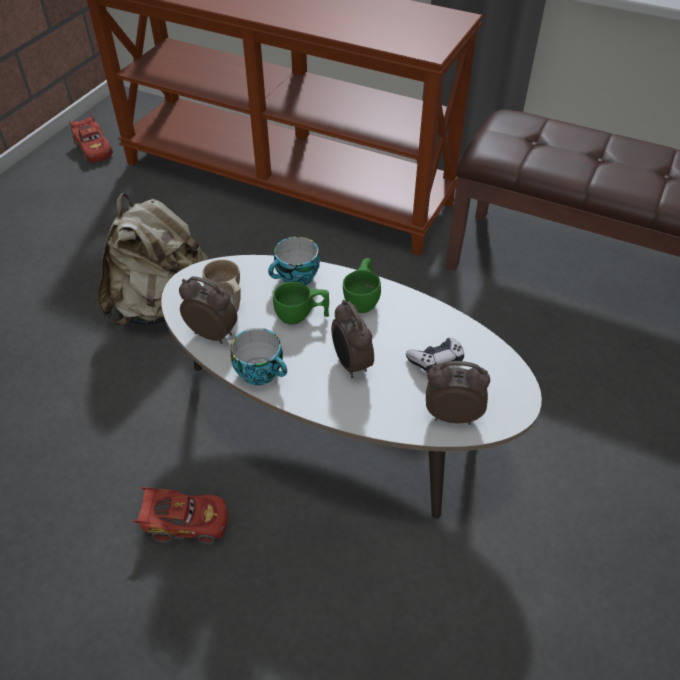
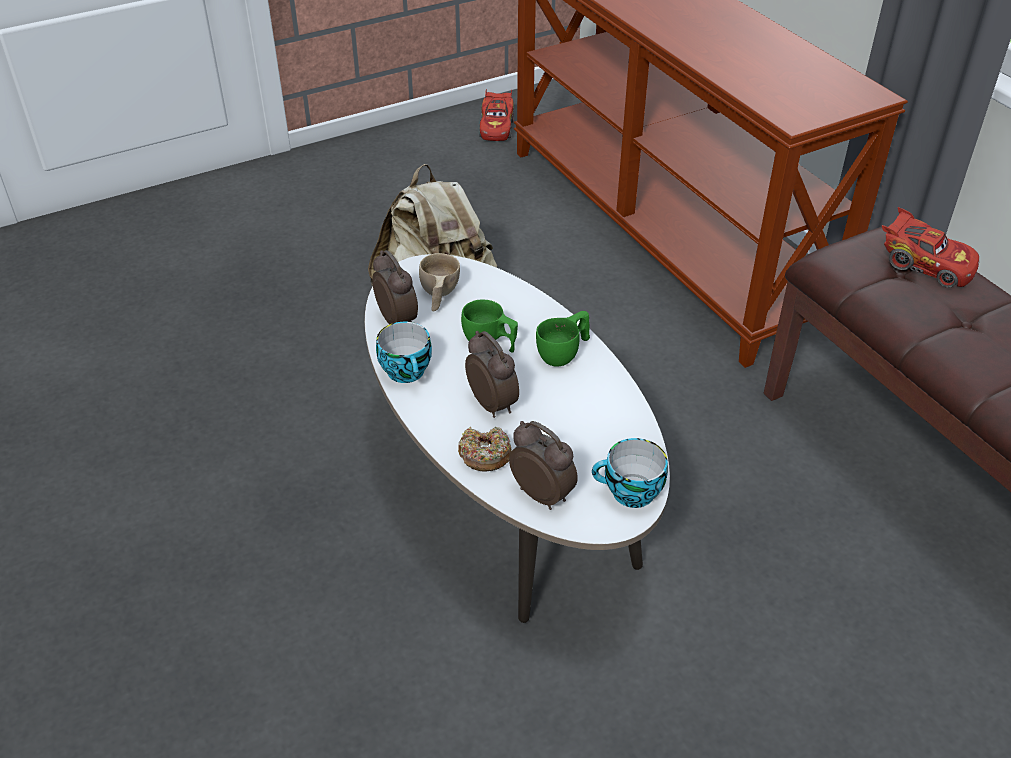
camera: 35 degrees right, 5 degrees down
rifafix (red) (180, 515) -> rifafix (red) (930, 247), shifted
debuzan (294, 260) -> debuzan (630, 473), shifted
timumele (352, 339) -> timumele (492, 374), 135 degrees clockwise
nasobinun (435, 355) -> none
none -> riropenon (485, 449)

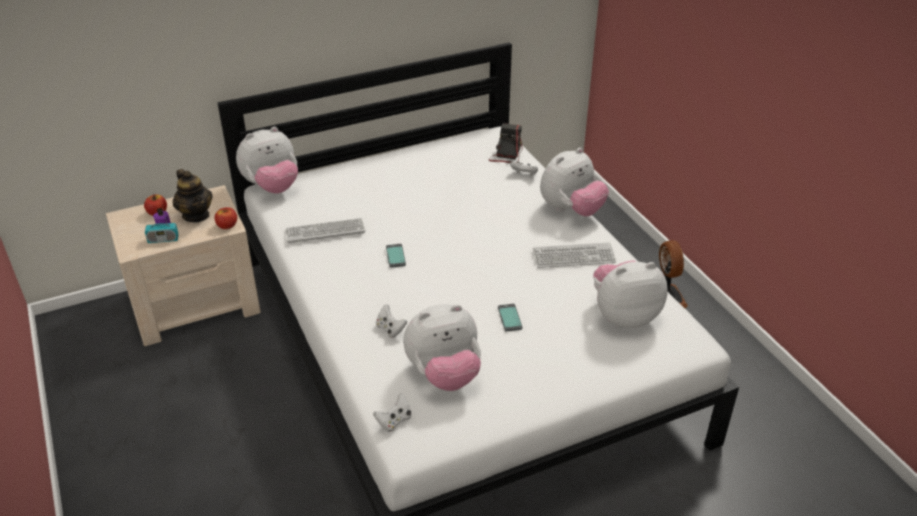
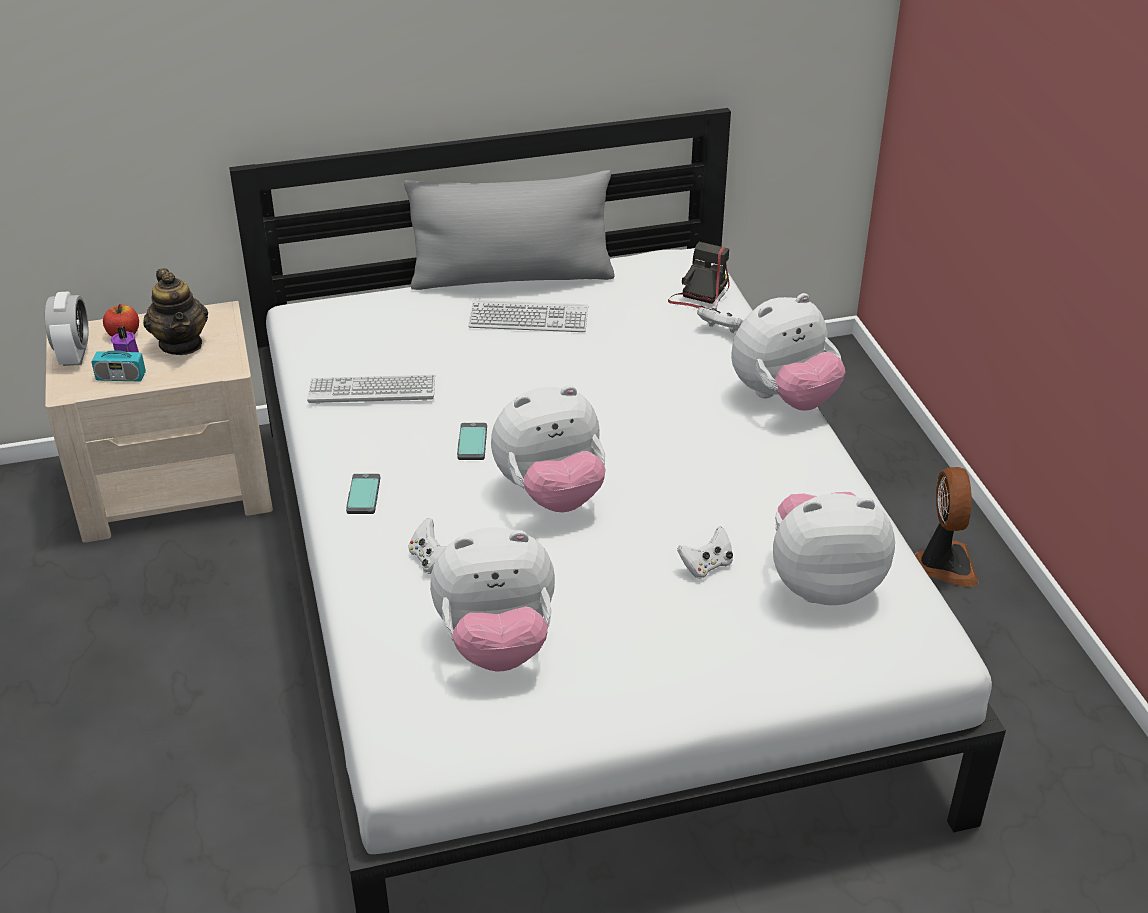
camera: 10 degrees right, 0 degrees up
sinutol (226, 218) -> none
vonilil (267, 160) -> vonilil (548, 448), shifted
nasobinun (white) (392, 412) -> nasobinun (white) (705, 552), shifted
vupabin (510, 317) -> vupabin (363, 494), shifted
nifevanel (574, 255) -> nifevanel (528, 316), shifted
none -> timumele (66, 328)
none -> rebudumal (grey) (509, 230)

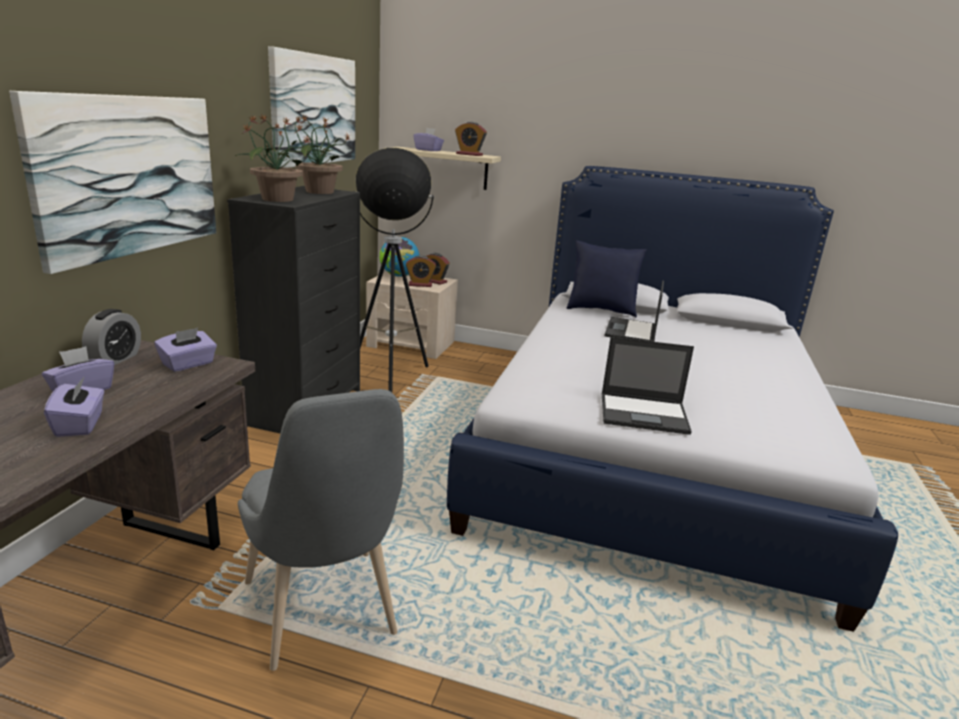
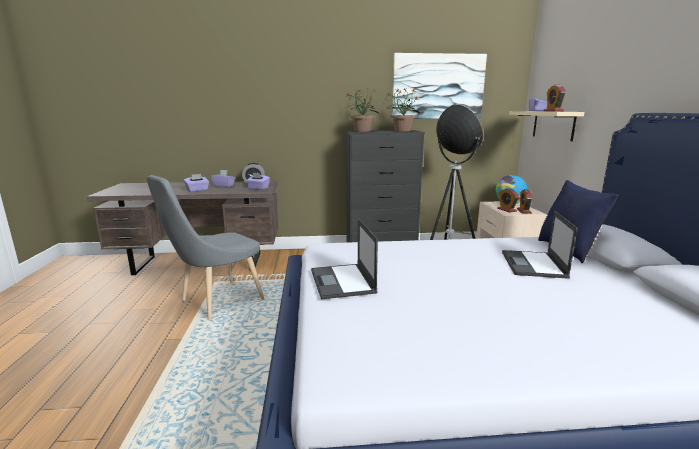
camera: 70 degrees right, 5 degrees down
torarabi (112, 182) -> none
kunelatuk (634, 311) -> kunelatuk (540, 245), 75 degrees counterclockwise

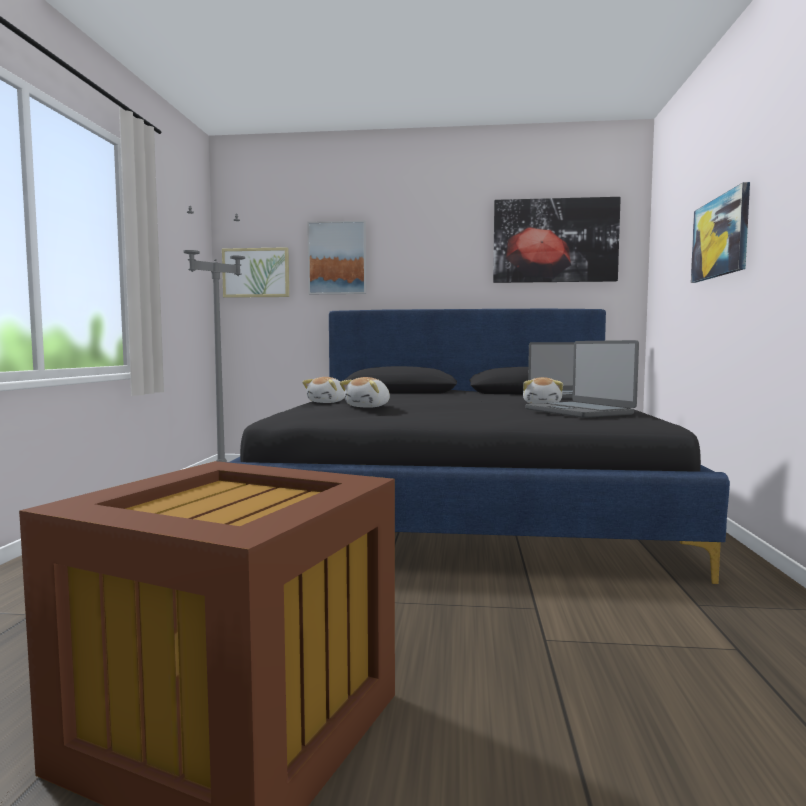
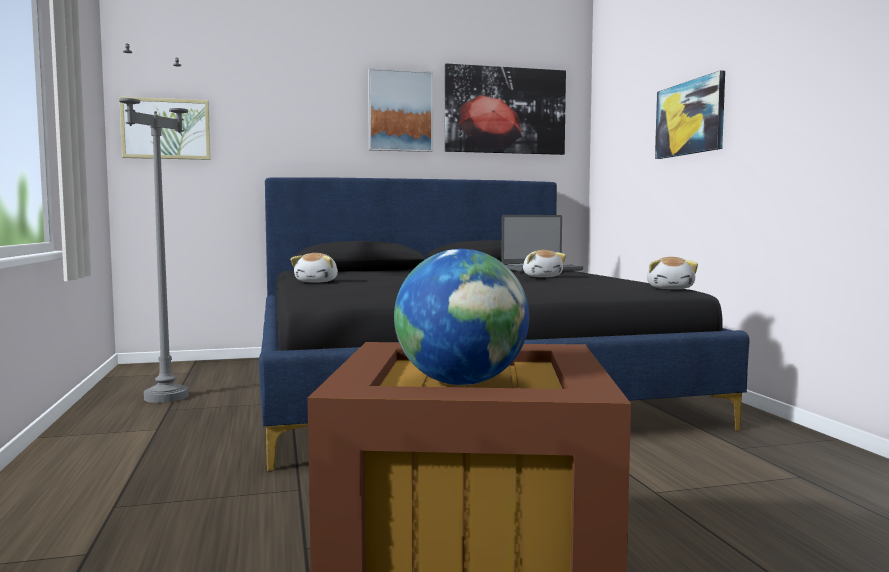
camera: 20 degrees left, 0 degrees up
torarabi (336, 257) -> torarabi (400, 110), shifted
vonilil (365, 392) -> vonilil (672, 273), shifted
kunelatuk (582, 379) -> none
none -> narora (461, 317)

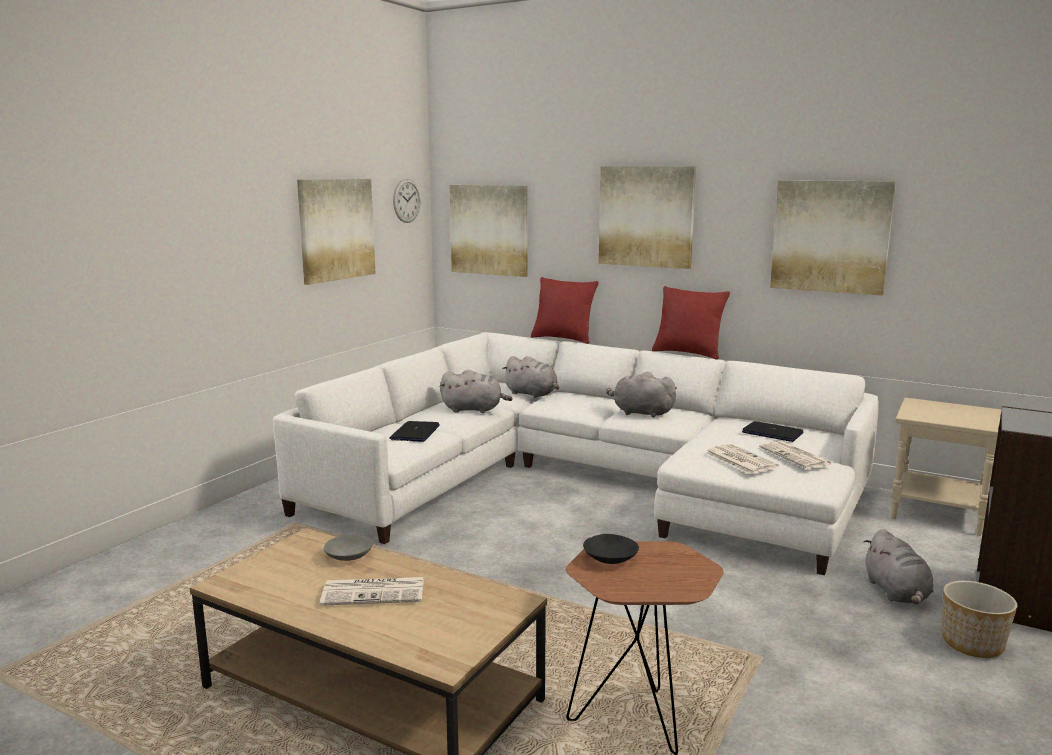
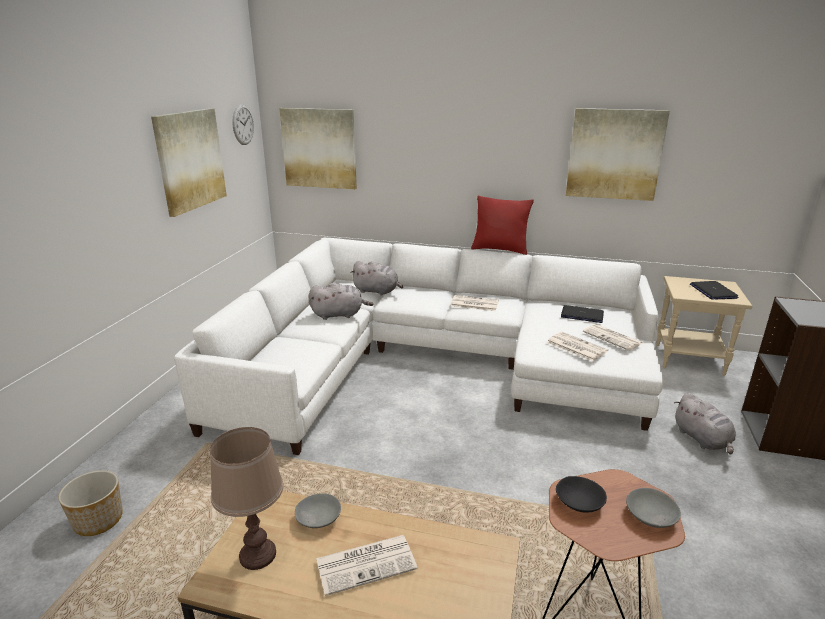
camera: 15 degrees left, 10 degrees up
kunelatuk (414, 431) -> kunelatuk (714, 290), shifted
rebudumal (red) (565, 310) -> none
torarabi (647, 217) -> none
vonilil (grey) (641, 395) -> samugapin (474, 303)
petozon (979, 619) -> petozon (90, 503), shifted
none -> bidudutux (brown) (247, 498)
none -> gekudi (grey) (653, 508)

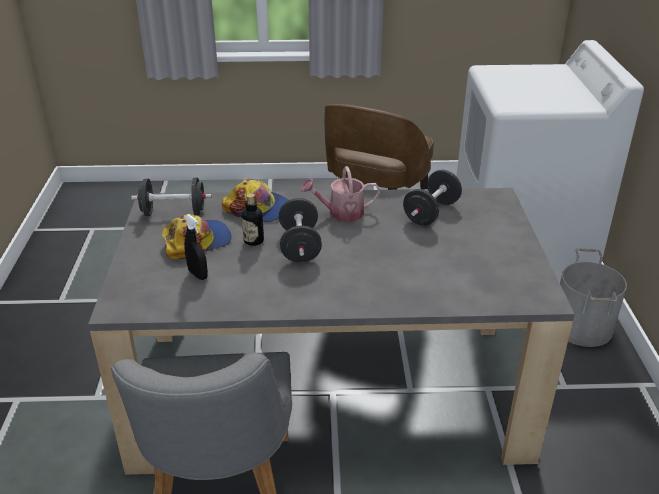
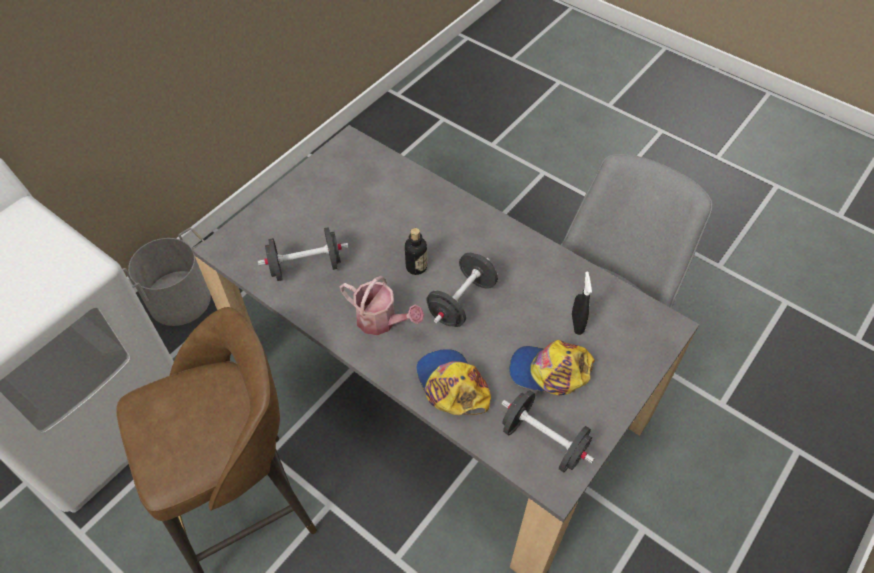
camera: 140 degrees left, 20 degrees up
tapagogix (253, 219) -> tapagogix (416, 251), shifted

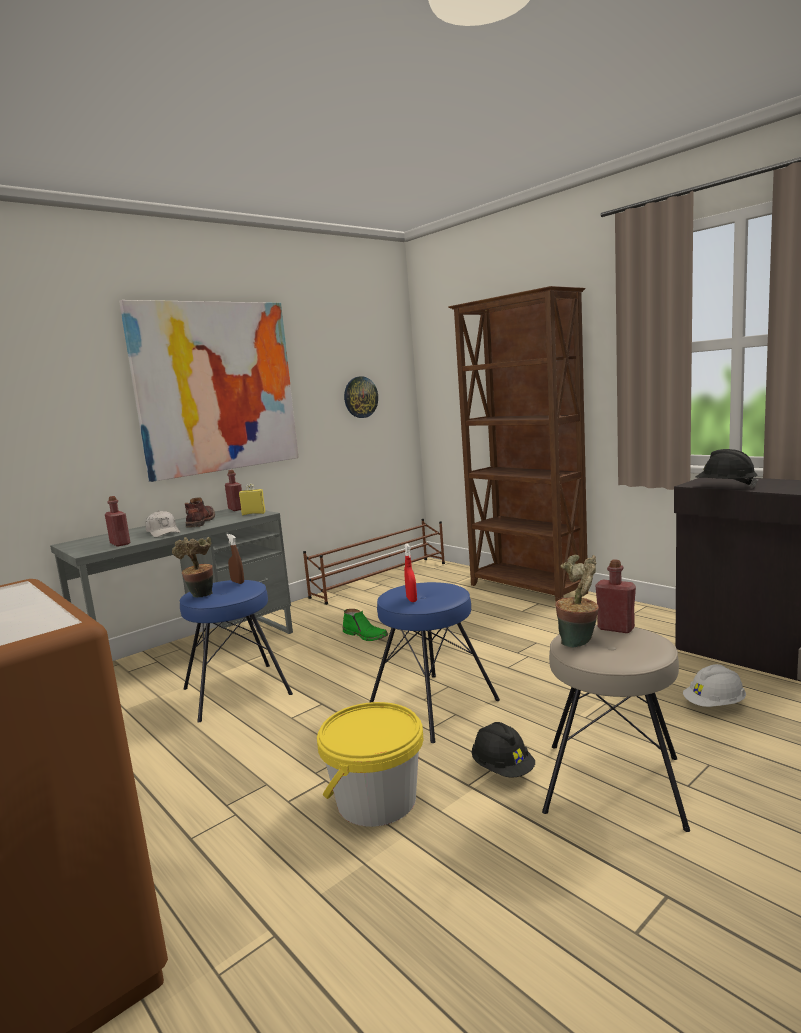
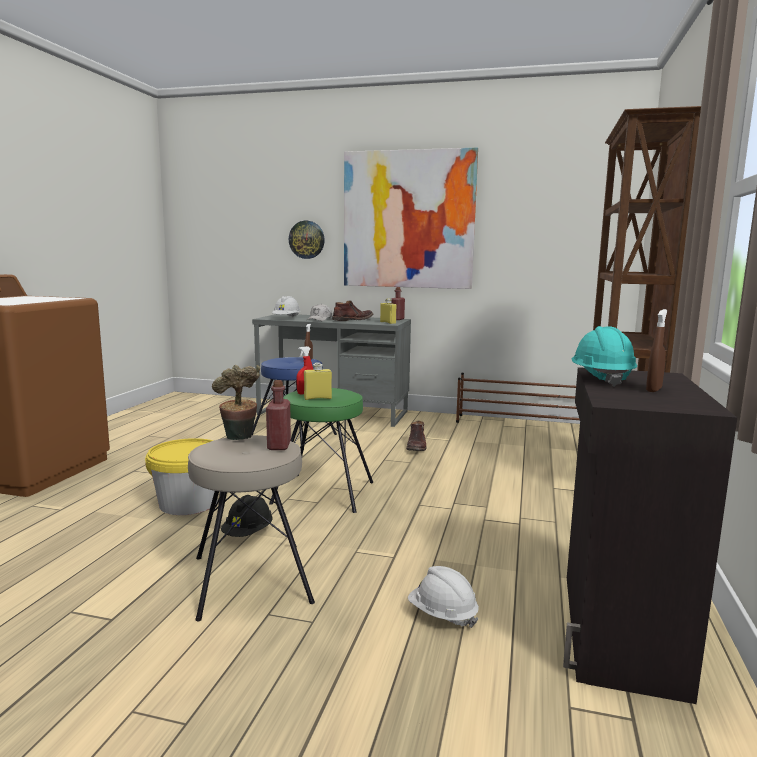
camera: 55 degrees right, 0 degrees up
tapagogix (red) (117, 521) -> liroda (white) (286, 307)
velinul (192, 567) -> none
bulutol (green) (365, 625) -> bulutol (brown) (416, 436)
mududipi (361, 397) -> mududipi (307, 240), shifted
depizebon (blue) (434, 662) -> depizebon (green) (321, 450)
liroda (black) (727, 468) -> liroda (turquoise) (604, 356)
none -> tapagogix (yellow) (318, 381)
none -> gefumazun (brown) (656, 350)

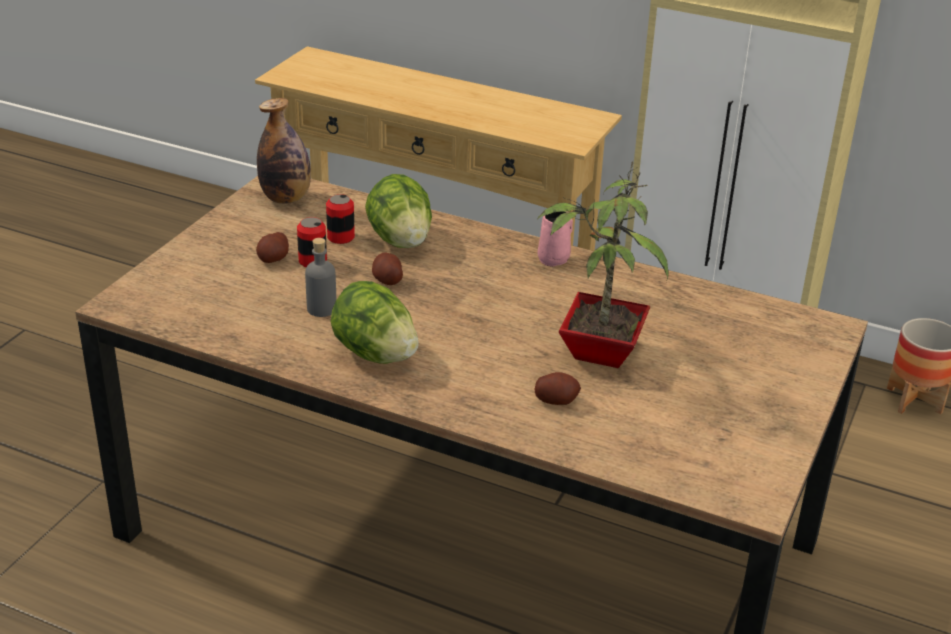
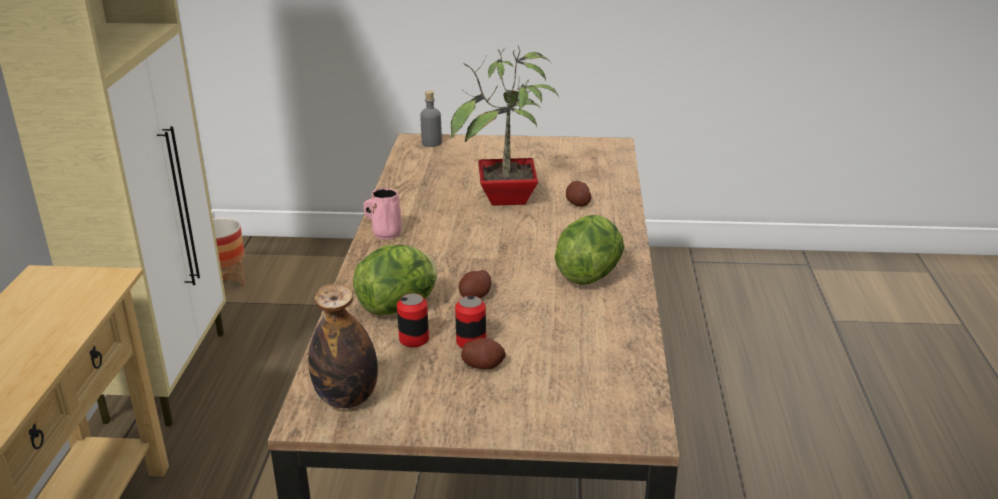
camera: 110 degrees left, 5 degrees down
tapagogix (grey) (320, 277) -> tapagogix (grey) (431, 119), shifted

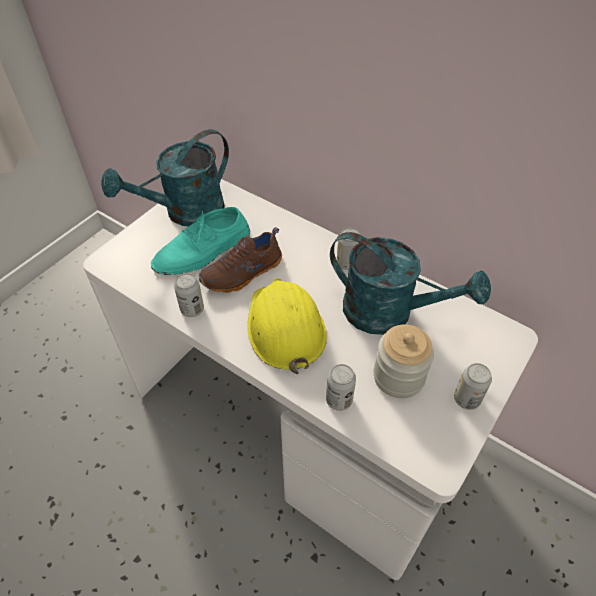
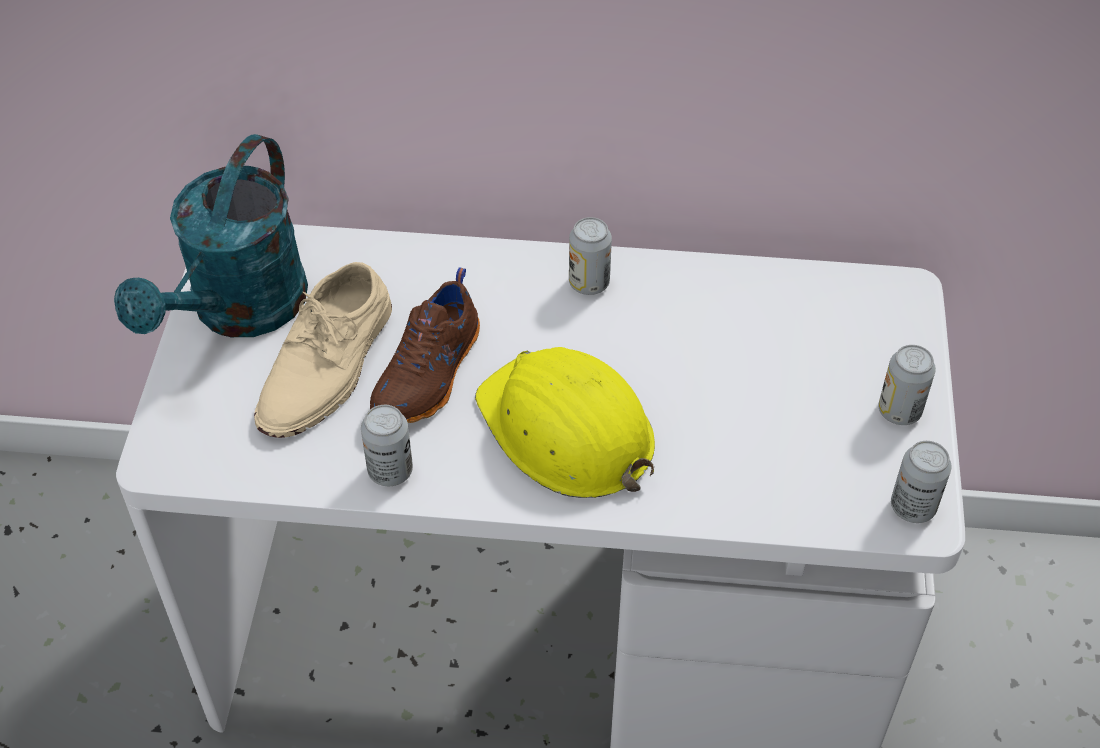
camera: 30 degrees left, 0 degrees up
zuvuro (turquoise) (200, 241) -> zuvuro (beige) (323, 350)
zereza (341, 387) -> zereza (921, 482), shifted
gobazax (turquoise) (410, 283) -> none
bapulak (403, 361) -> none

